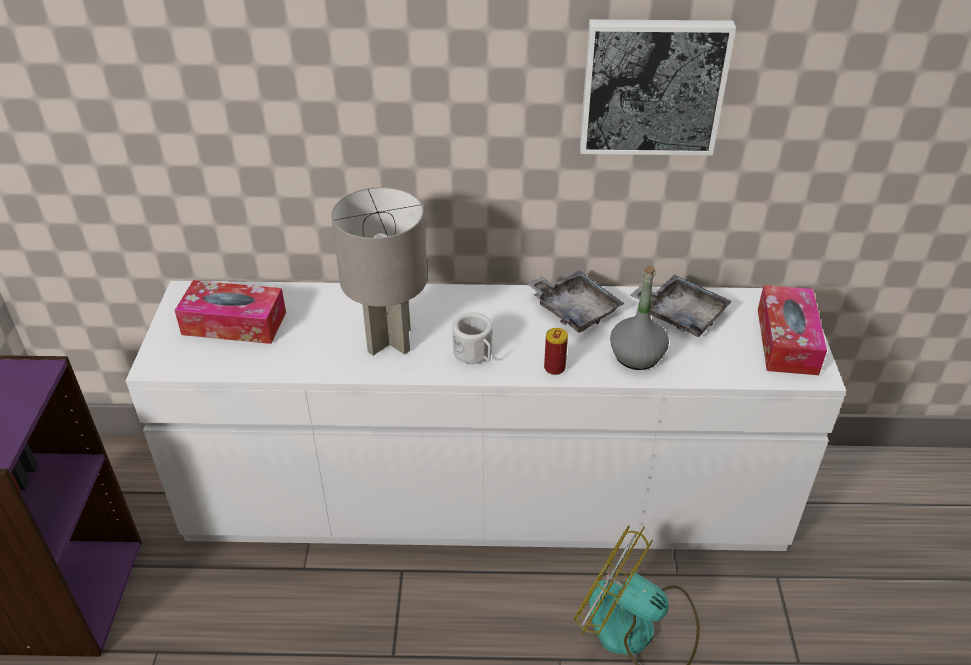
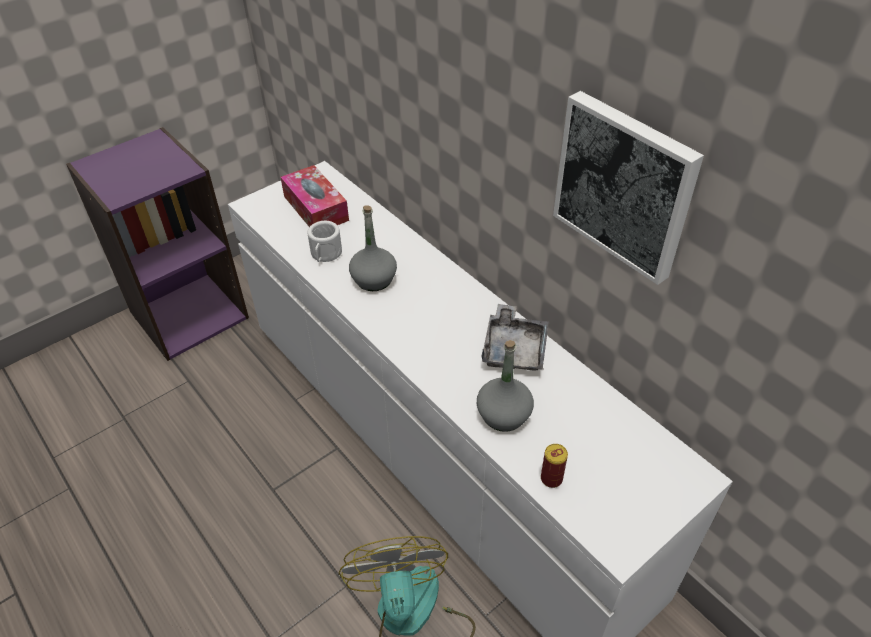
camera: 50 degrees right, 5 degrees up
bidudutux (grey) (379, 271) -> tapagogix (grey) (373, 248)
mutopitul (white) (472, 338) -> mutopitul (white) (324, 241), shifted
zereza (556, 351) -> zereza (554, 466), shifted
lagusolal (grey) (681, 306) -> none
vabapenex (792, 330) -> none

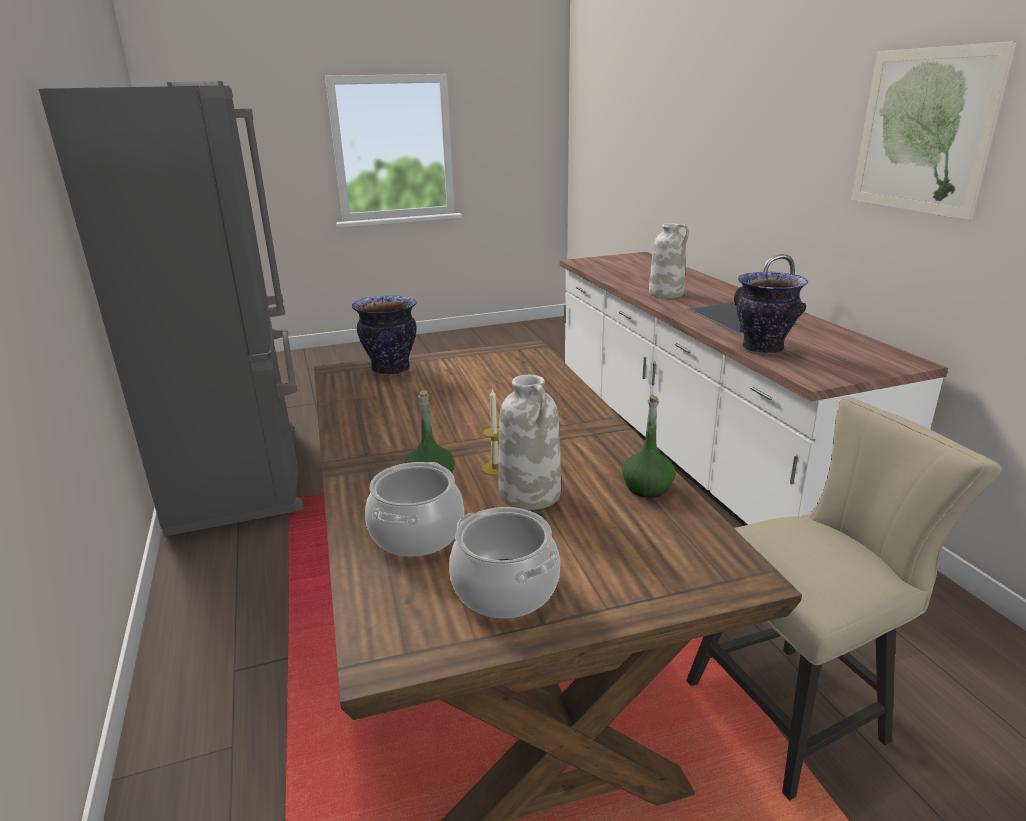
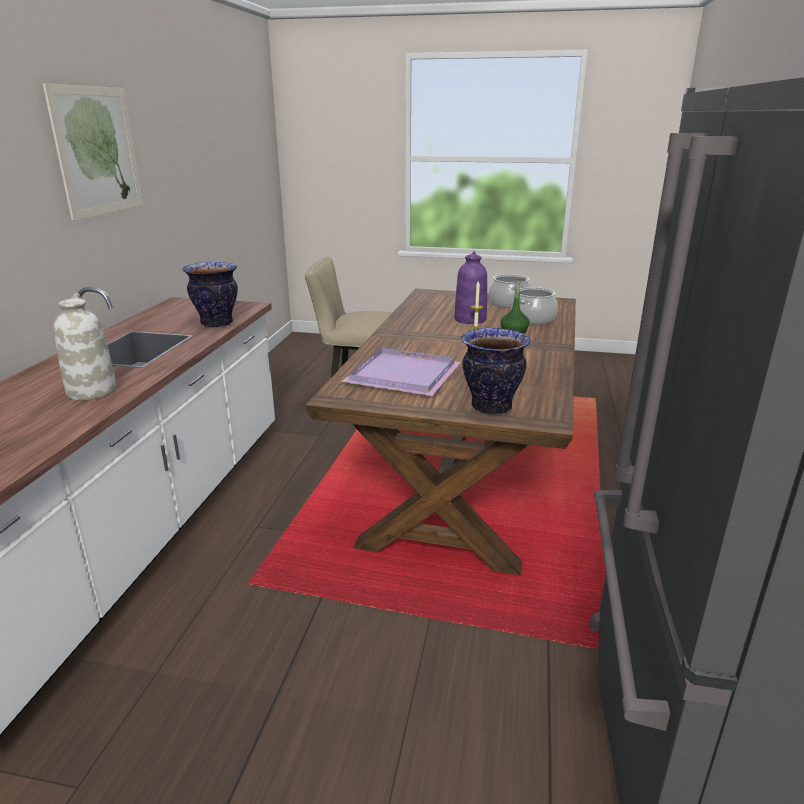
camera: 150 degrees left, 0 degrees up
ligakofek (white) (529, 442) -> ligakofek (purple) (471, 287)
tapagogix (green) (648, 446) -> none
none -> lagusolal (purple) (401, 372)

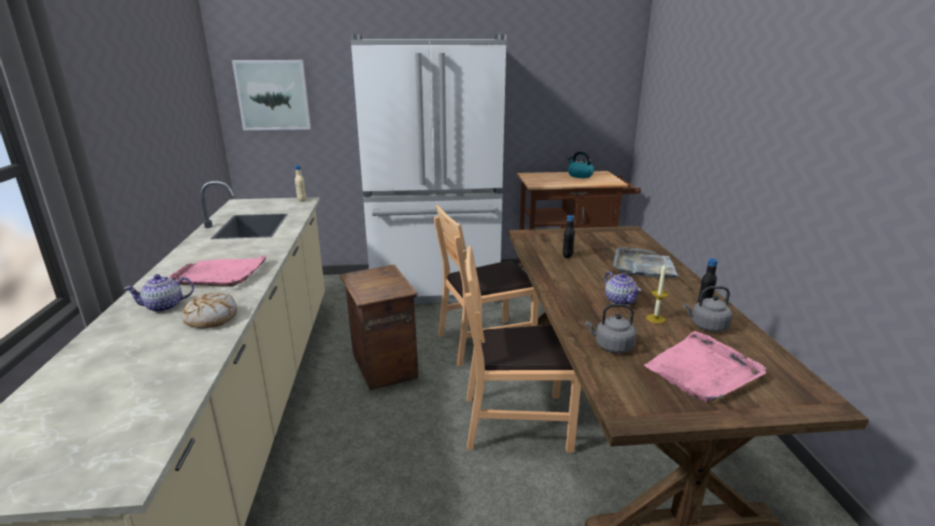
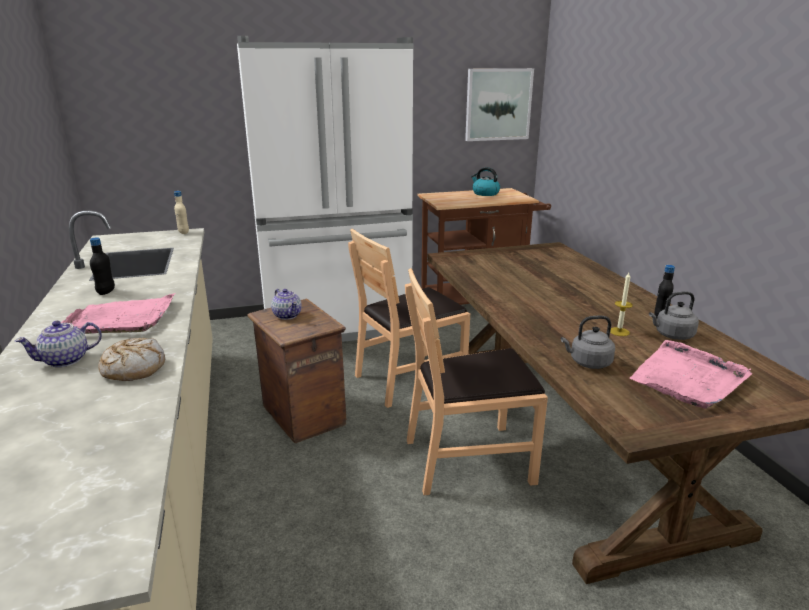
camera: 10 degrees left, 0 degrees up
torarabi (271, 95) -> torarabi (499, 104), shifted
tapagogix (black) (569, 236) -> tapagogix (black) (102, 266), shifted
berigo (622, 288) -> berigo (286, 304), shifted
lagusolal (grey) (646, 262) -> none

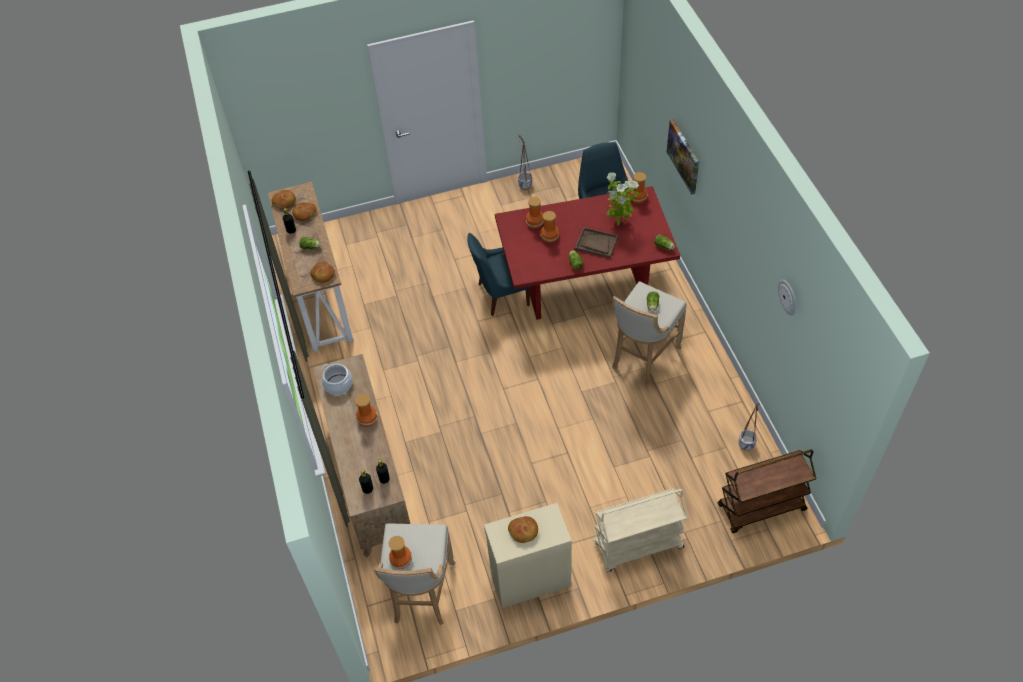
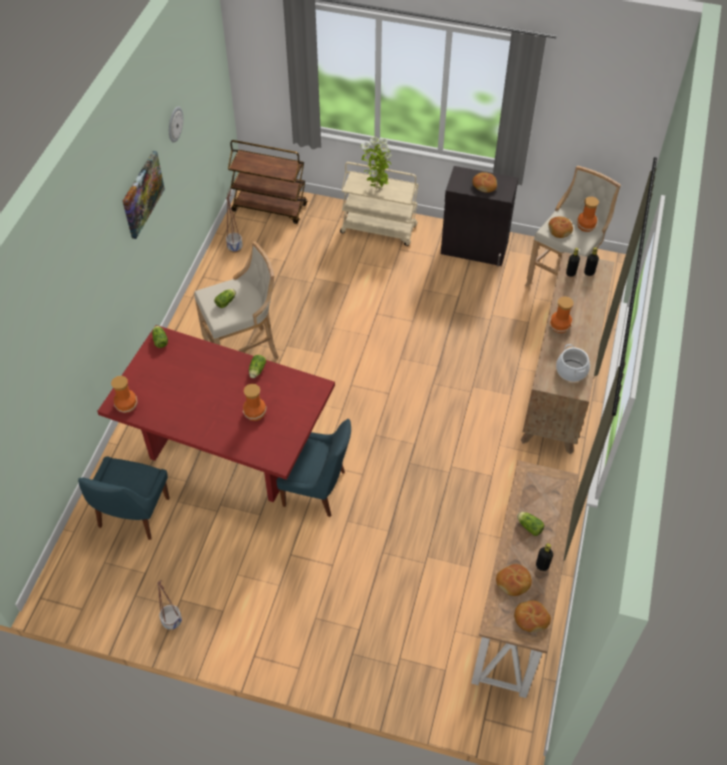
camera: 150 degrees left, 0 degrees up
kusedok (322, 272) -> kusedok (560, 227), shifted
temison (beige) (528, 555) -> temison (black) (479, 216)
ligakofek (535, 213) -> none
lagusolal (brown) (597, 242) -> none
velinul (623, 198) -> velinul (376, 163), shifted
torarabi (683, 157) -> torarabi (144, 195), shifted

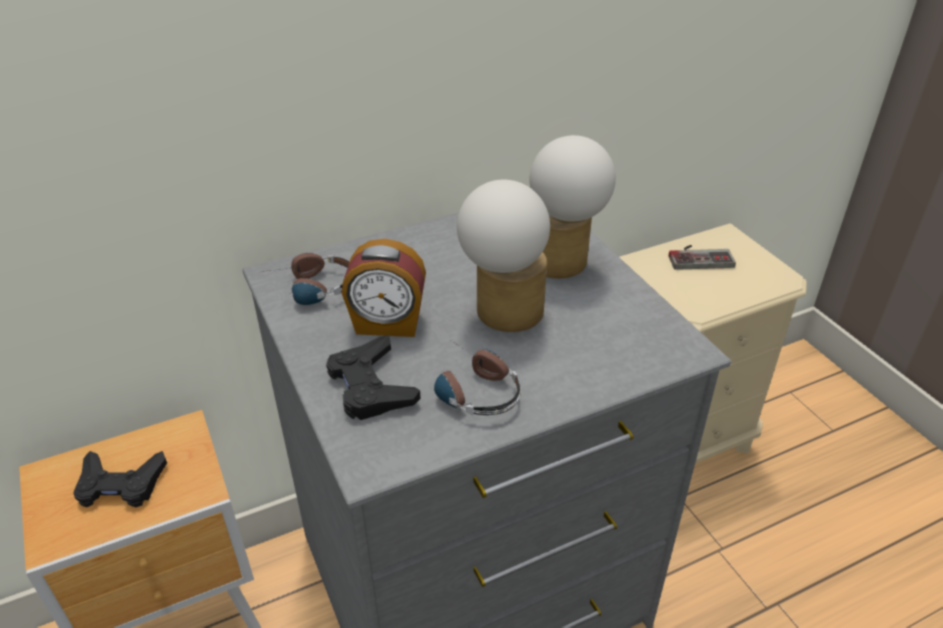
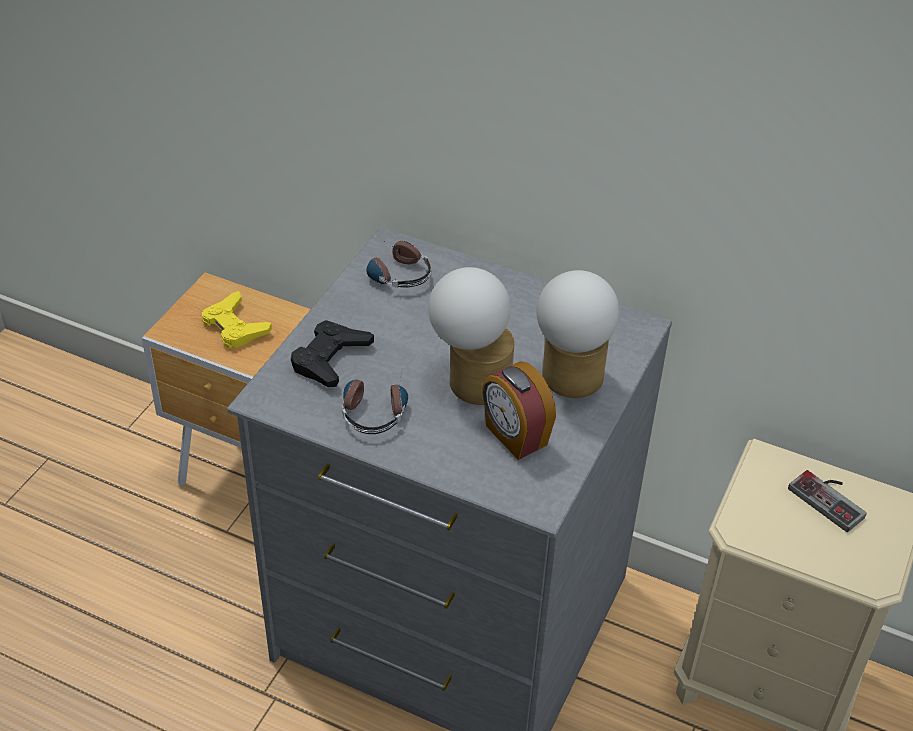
camera: 50 degrees right, 5 degrees up
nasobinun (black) (120, 479) -> nasobinun (yellow) (237, 319)
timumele (384, 288) -> timumele (519, 410), shifted

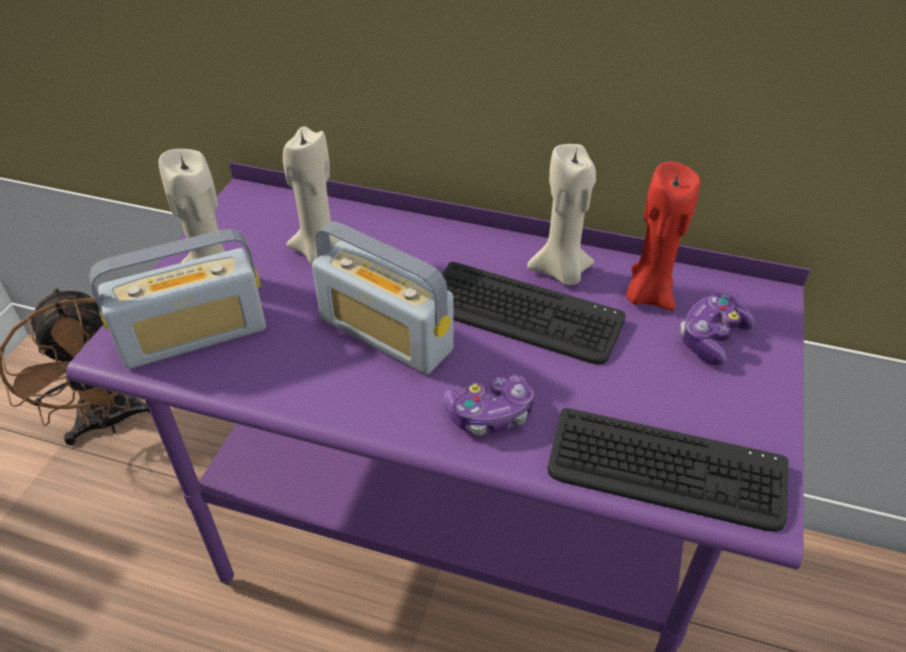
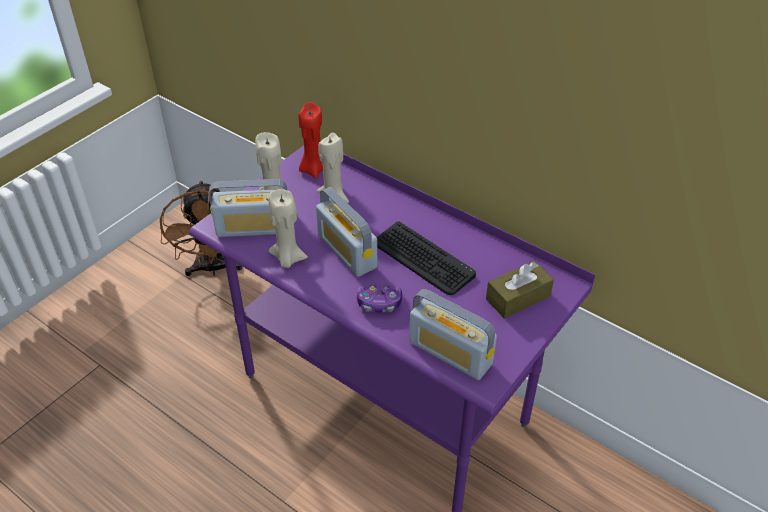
camera: 20 degrees right, 0 degrees up
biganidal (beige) (561, 214) -> biganidal (beige) (288, 228), shifted
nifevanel (668, 470) -> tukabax (453, 334)
biganidal (red) (663, 235) -> biganidal (red) (310, 140), shifted
nasobinun (717, 330) -> vabapenex (brown) (520, 290)

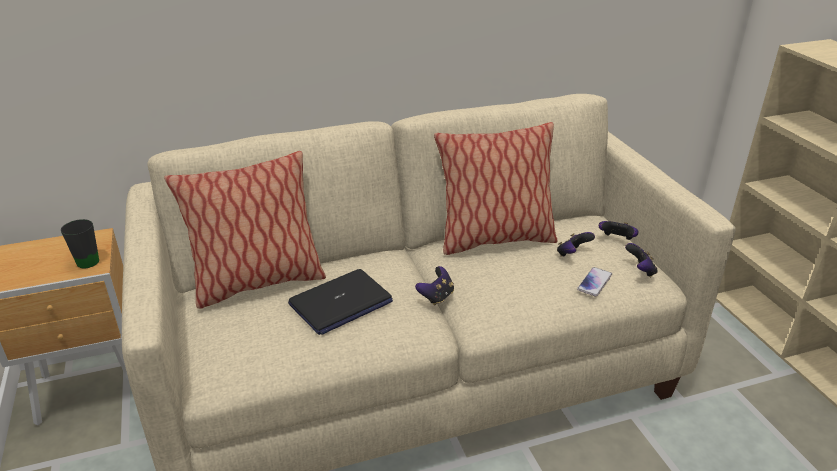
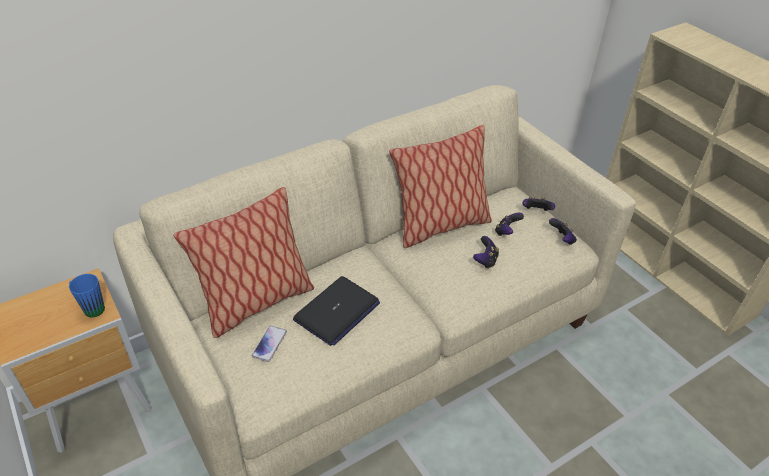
camera: 15 degrees left, 10 degrees up
mutopitul (black) (80, 243) -> mutopitul (blue) (87, 296)
nasobinun (434, 286) -> nasobinun (486, 252), shifted
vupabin (594, 281) -> vupabin (269, 344), shifted

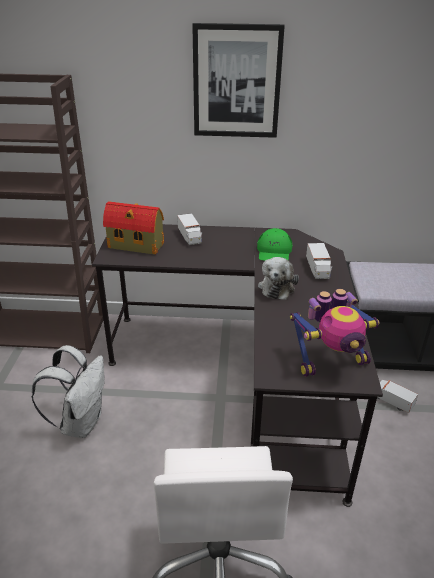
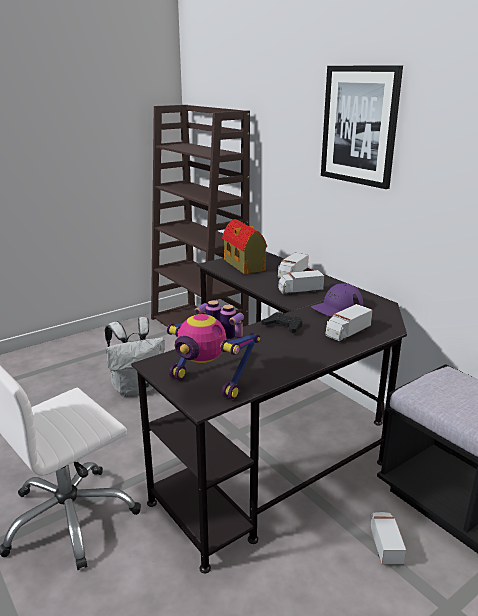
camera: 50 degrees right, 10 degrees down
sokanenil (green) (275, 244) -> sokanenil (purple) (337, 300)
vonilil (278, 278) -> nasobinun (black) (282, 322)
none -> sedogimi (301, 282)

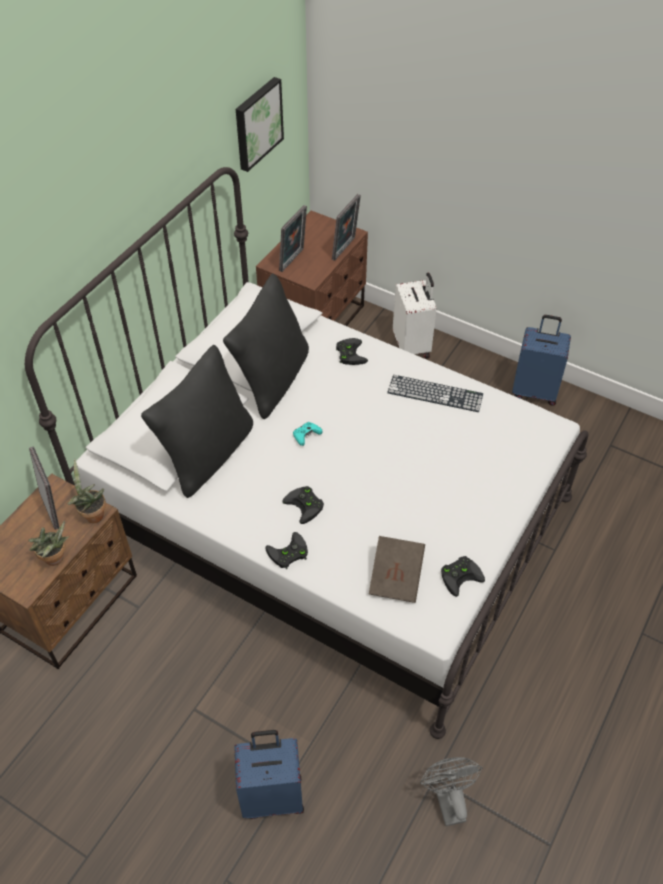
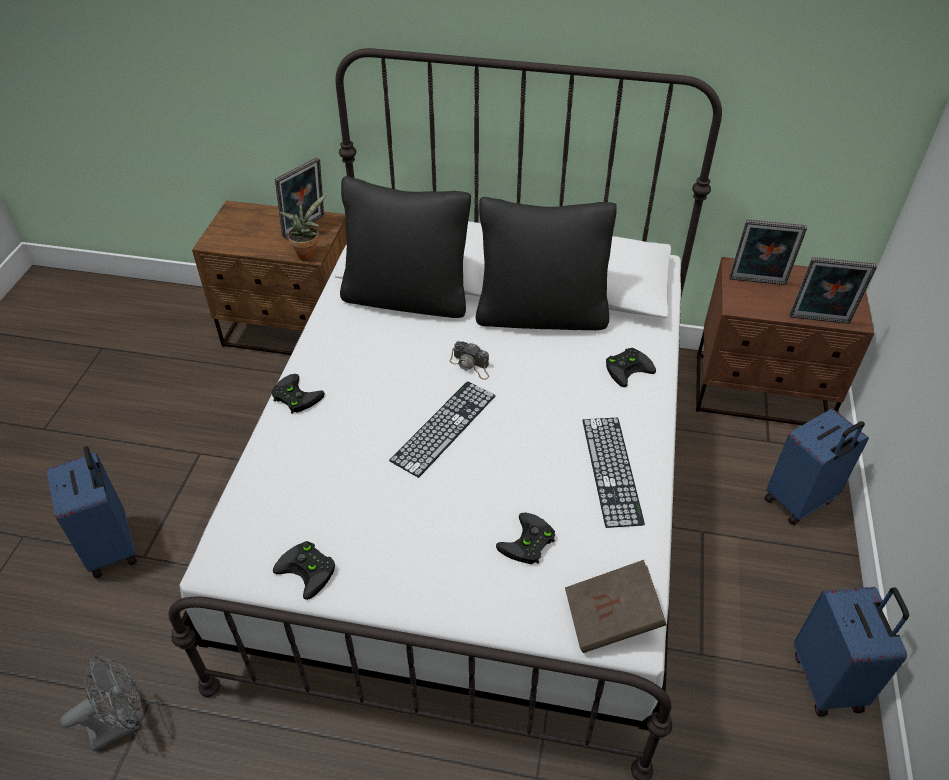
camera: 70 degrees right, 5 degrees down
velinul (48, 543) -> none
torarabi (260, 124) -> none
nasobinun (black) (303, 505) -> nasobinun (black) (525, 538), shifted
nasobinun (turquoise) (308, 434) -> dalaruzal (469, 360)
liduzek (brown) (397, 569) -> liduzek (brown) (616, 606), shifted
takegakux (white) (414, 316) -> takegakux (blue) (817, 467)
none -> nifevanel (442, 429)

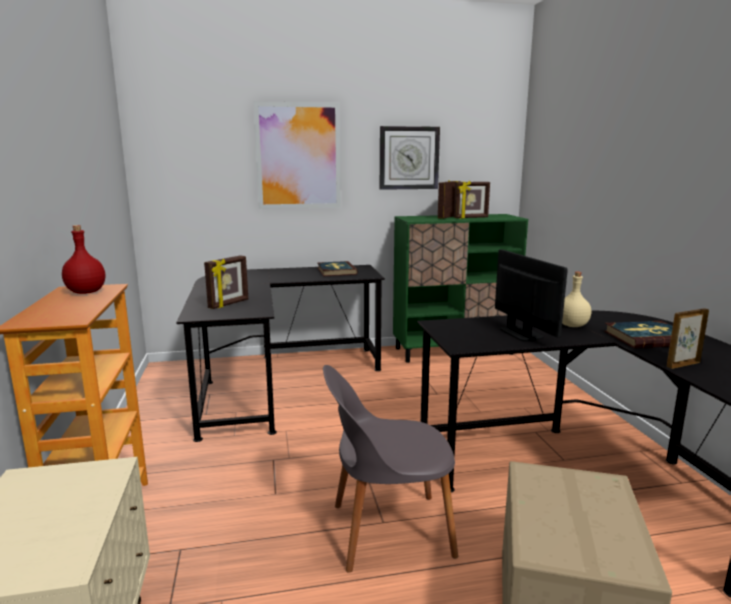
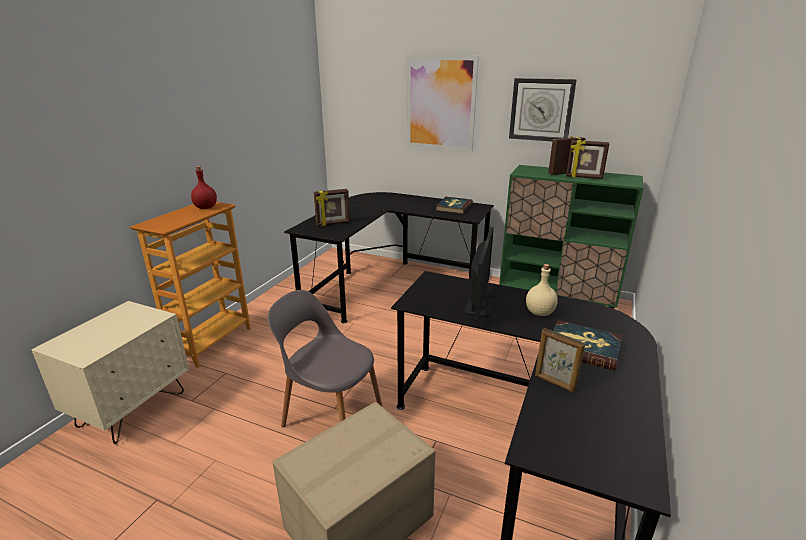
camera: 35 degrees right, 10 degrees up
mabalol (688, 338) -> mabalol (560, 360), 150 degrees counterclockwise

